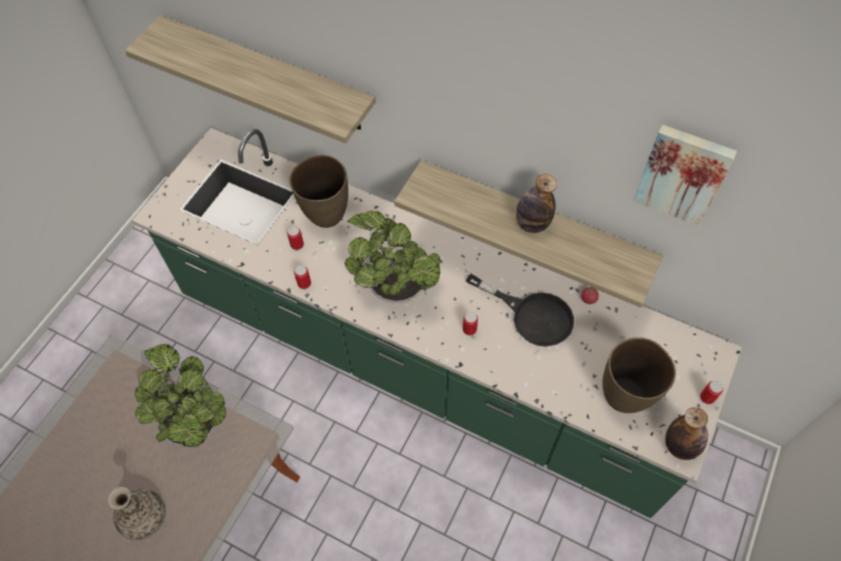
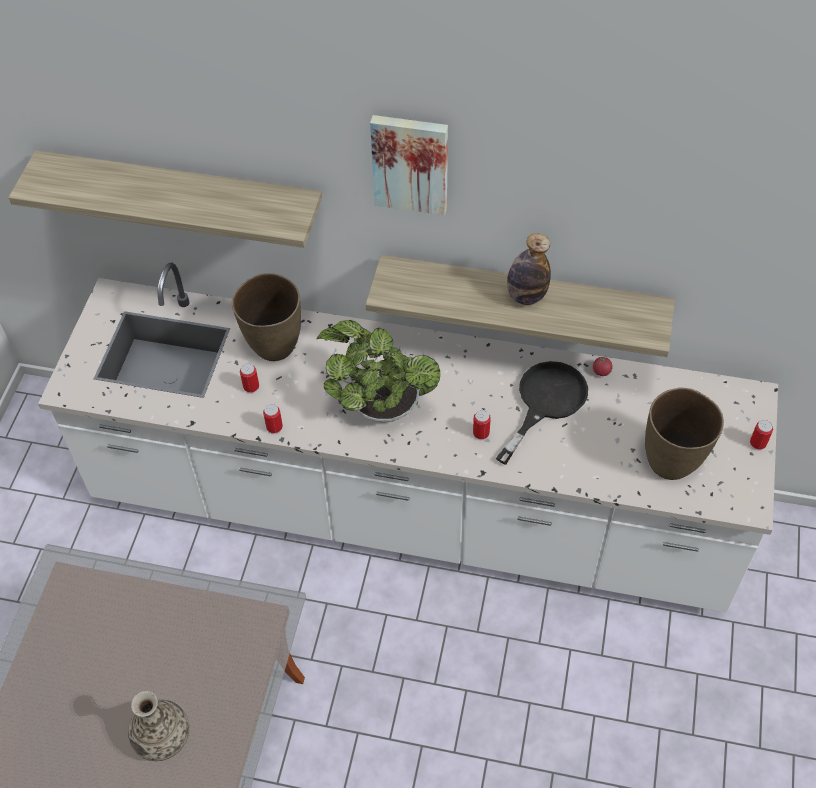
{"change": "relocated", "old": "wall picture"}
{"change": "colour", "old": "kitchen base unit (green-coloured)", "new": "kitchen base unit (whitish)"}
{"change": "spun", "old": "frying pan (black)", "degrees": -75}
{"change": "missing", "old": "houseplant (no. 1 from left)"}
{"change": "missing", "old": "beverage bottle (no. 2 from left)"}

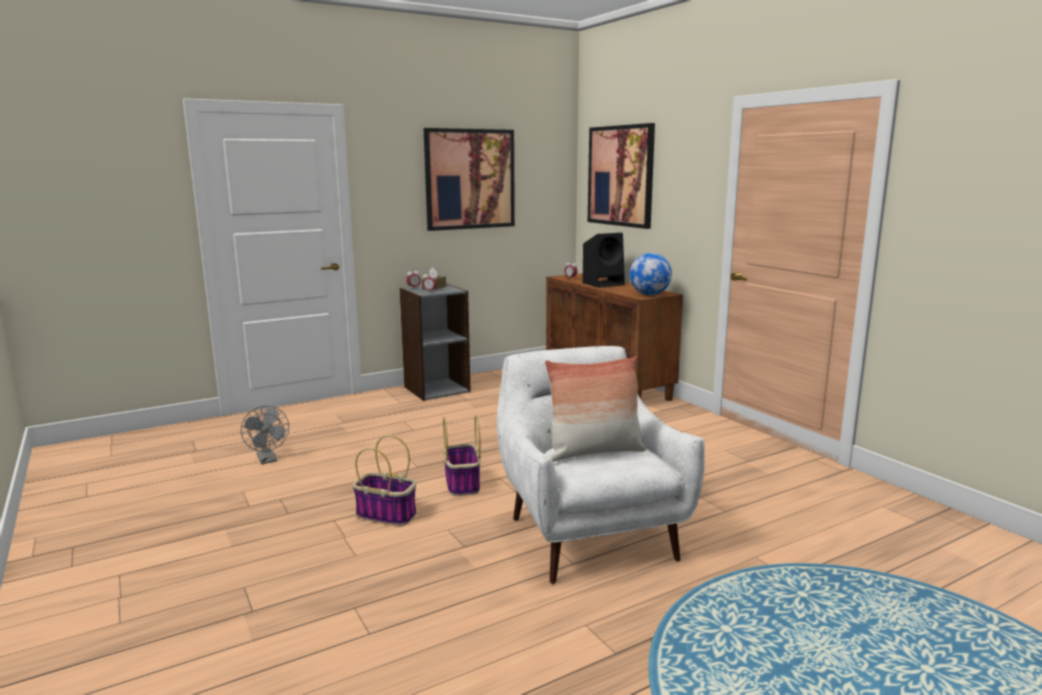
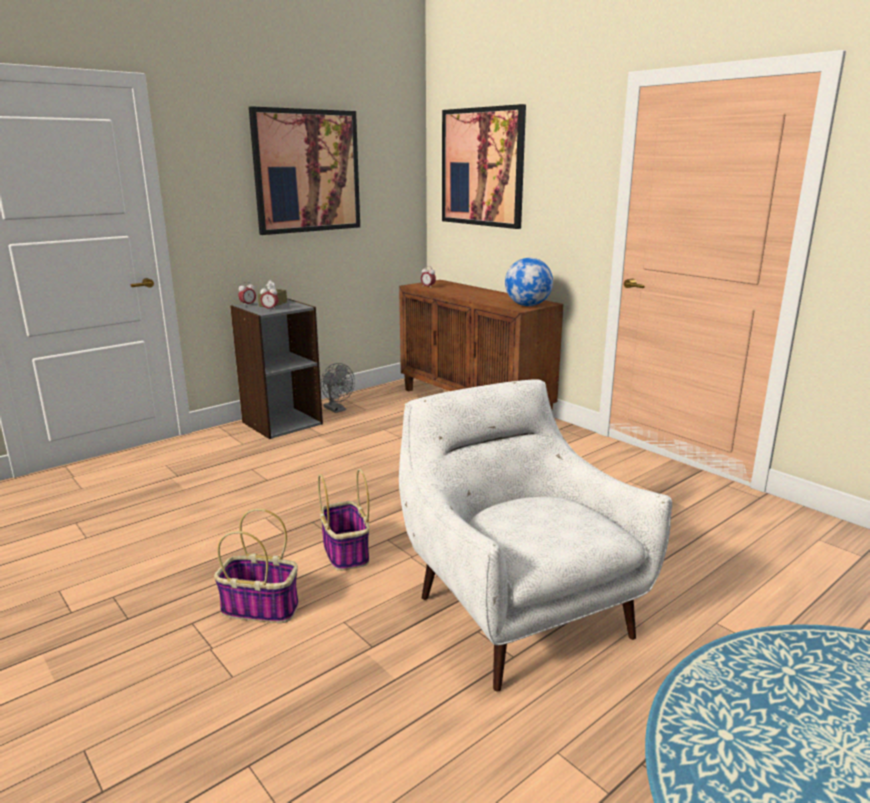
{"change": "missing", "old": "loudspeaker (black)"}
{"change": "missing", "old": "cushion"}
{"change": "relocated", "old": "electric fan (greyish)"}

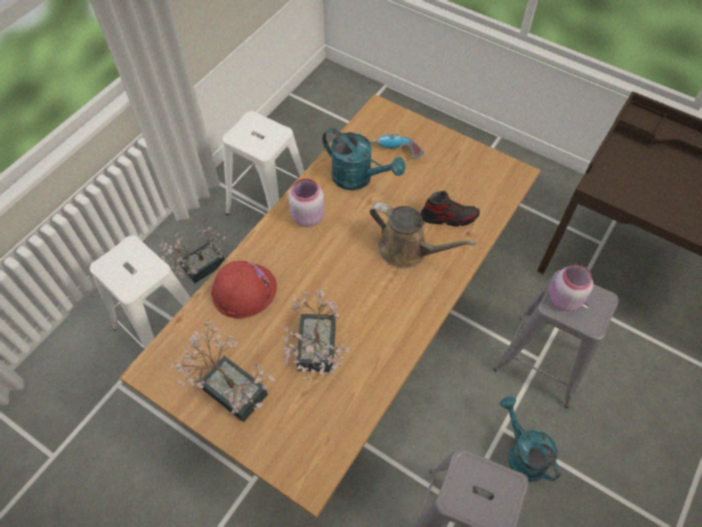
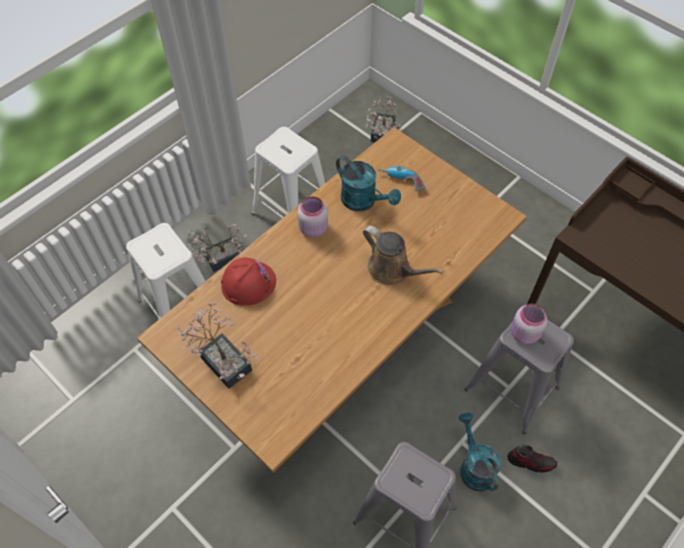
{"change": "relocated", "old": "low shoe"}
{"change": "relocated", "old": "houseplant (no. 3 from left)"}

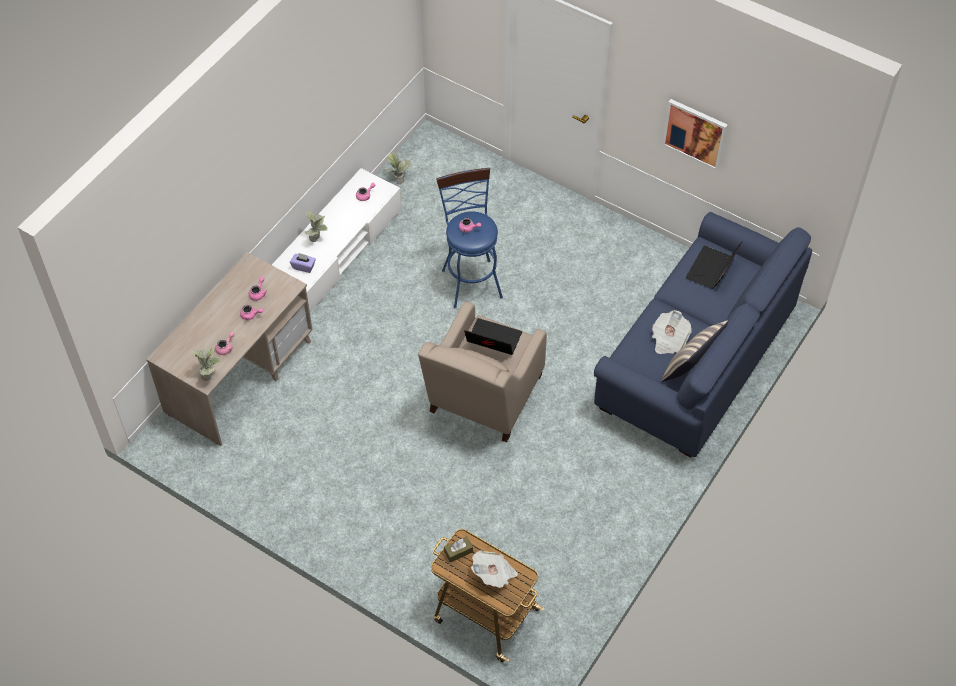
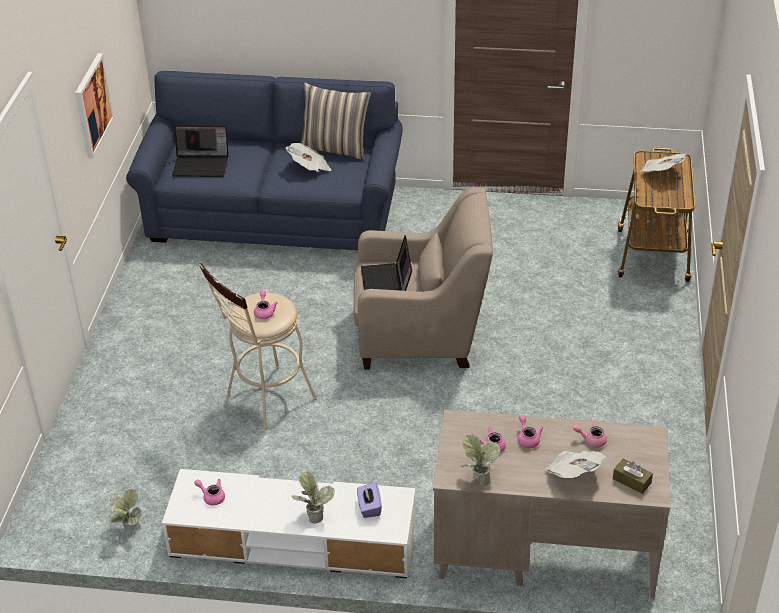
{"change": "colour", "old": "stool (blue)", "new": "stool (beige-coloured)"}
{"change": "relocated", "old": "houseplant (no. 1 from left in the first image)", "new": "houseplant (no. 3 from left)"}
{"change": "relocated", "old": "tissue box (brownish)"}
{"change": "appeared", "new": "printed paper (no. 2 from left)"}

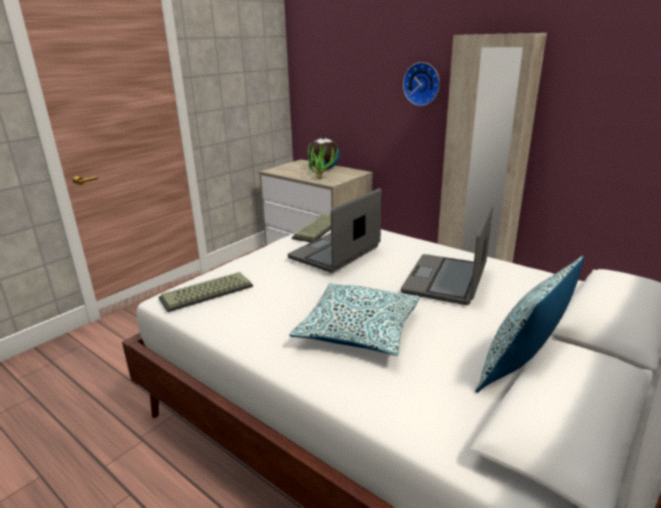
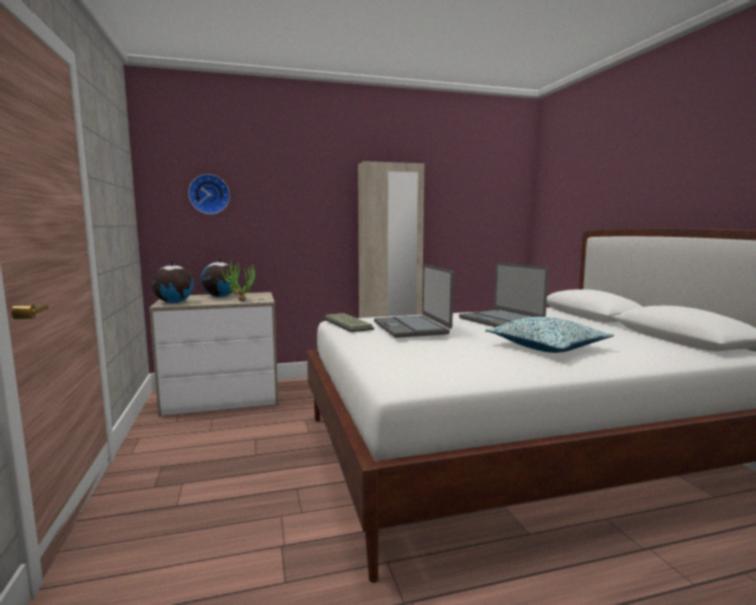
{"change": "relocated", "old": "hanging clock"}
{"change": "missing", "old": "cushion (no. 2 from left)"}
{"change": "missing", "old": "keyboard (no. 1 from left)"}
{"change": "appeared", "new": "globe (no. 1 from left)"}

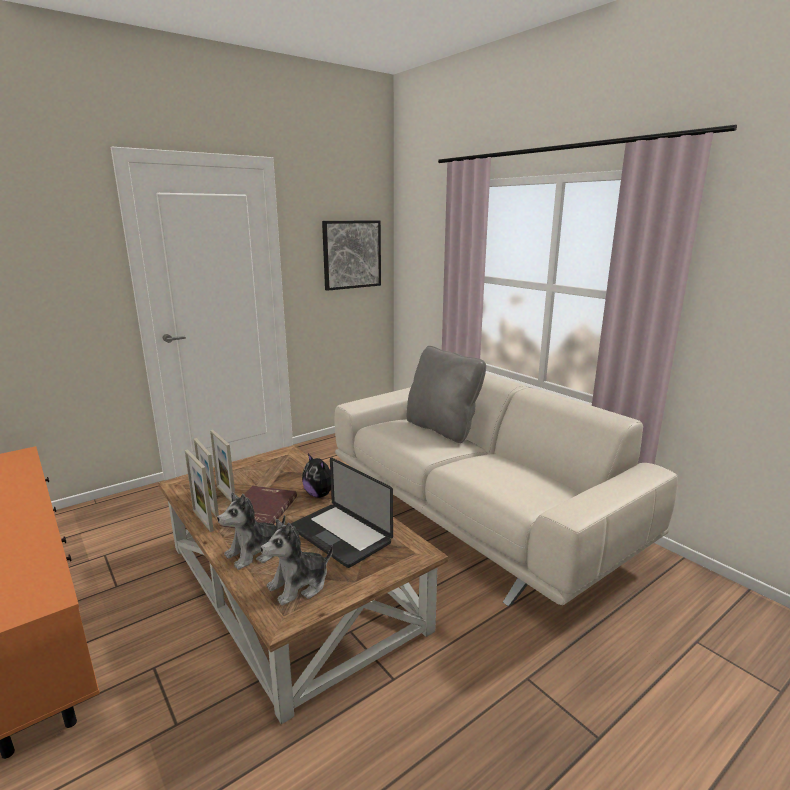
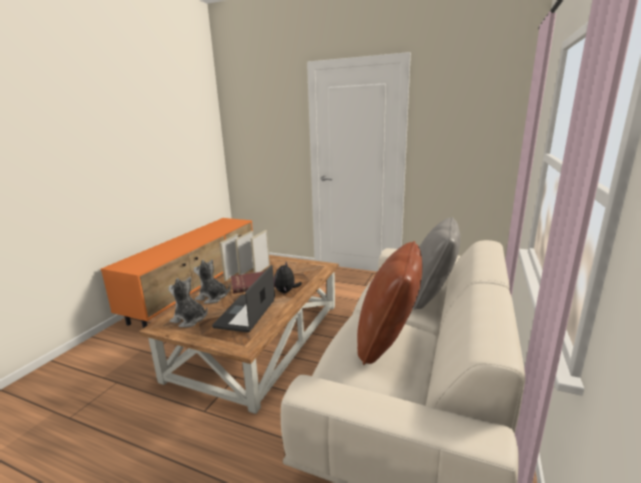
{"change": "missing", "old": "wall picture"}
{"change": "appeared", "new": "cushion (brownish)"}

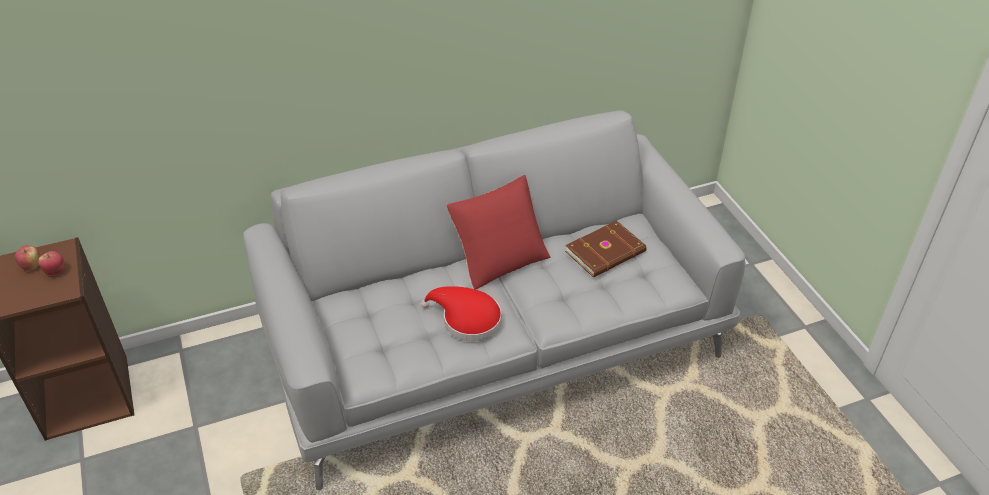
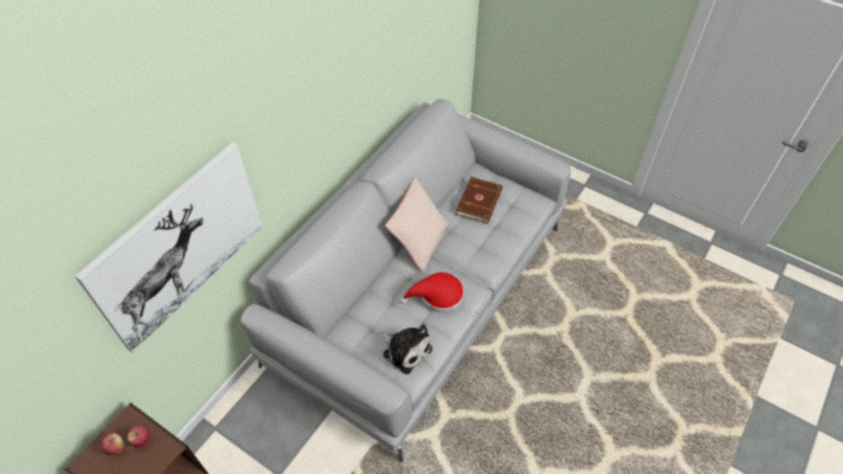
{"change": "colour", "old": "cushion (reddish)", "new": "cushion (beige-coloured)"}
{"change": "appeared", "new": "wall picture"}
{"change": "appeared", "new": "cuddly toy"}

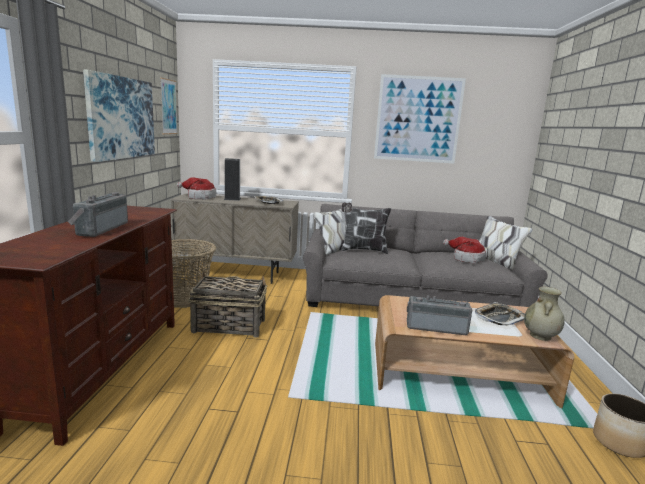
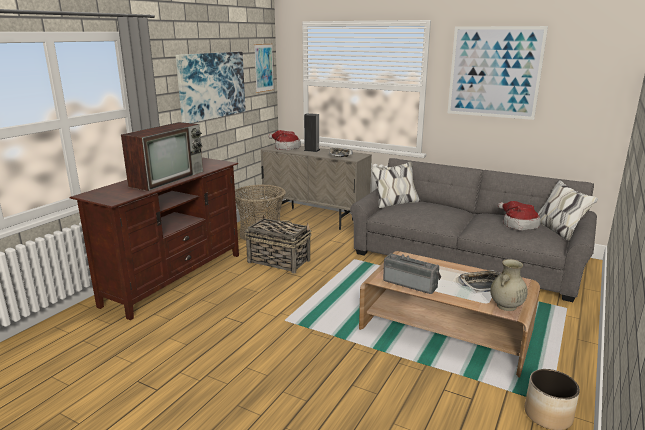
{"change": "exchanged", "old": "radio receiver (no. 1 from left)", "new": "television"}
{"change": "missing", "old": "cushion"}

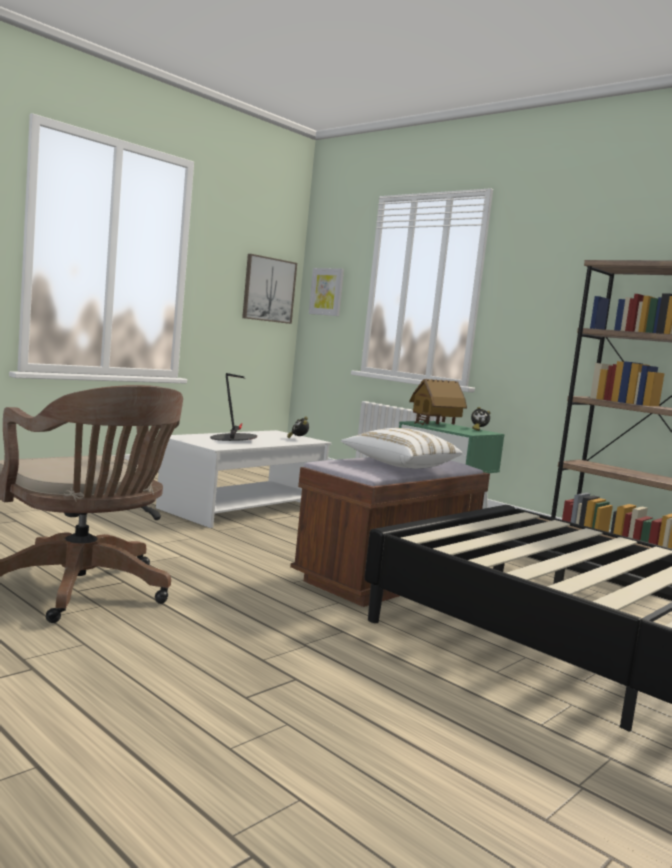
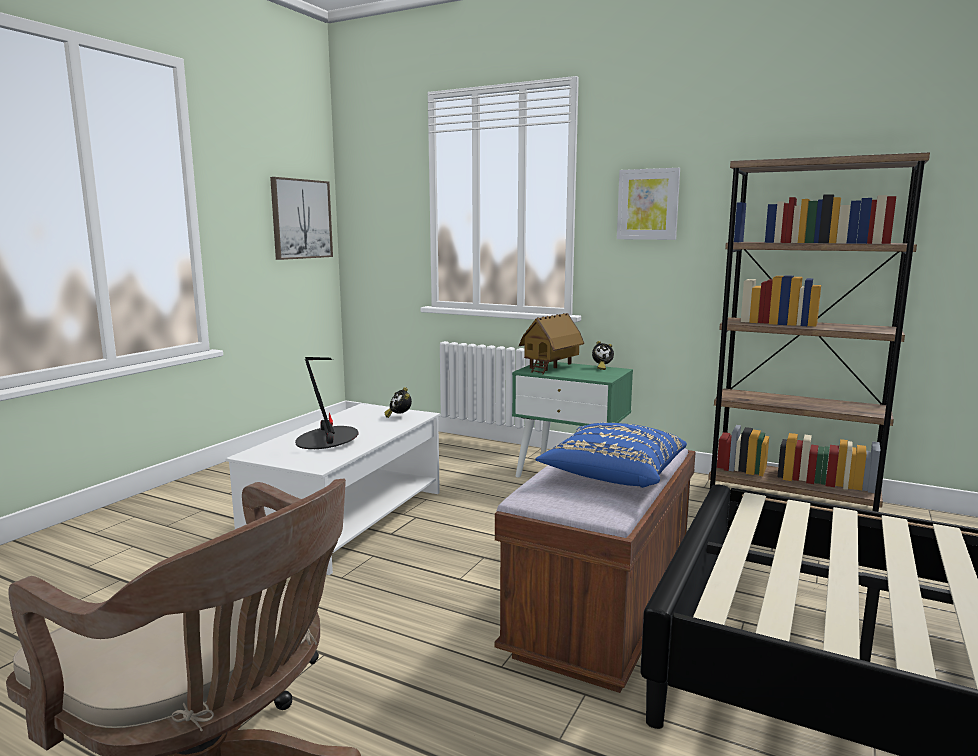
{"change": "relocated", "old": "wall picture (no. 2 from left)"}
{"change": "colour", "old": "cushion (whitish)", "new": "cushion (blue)"}

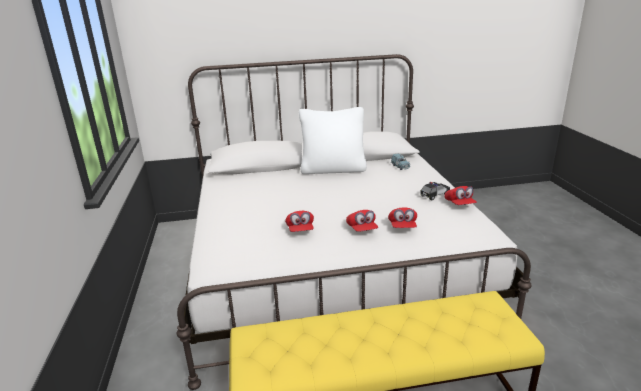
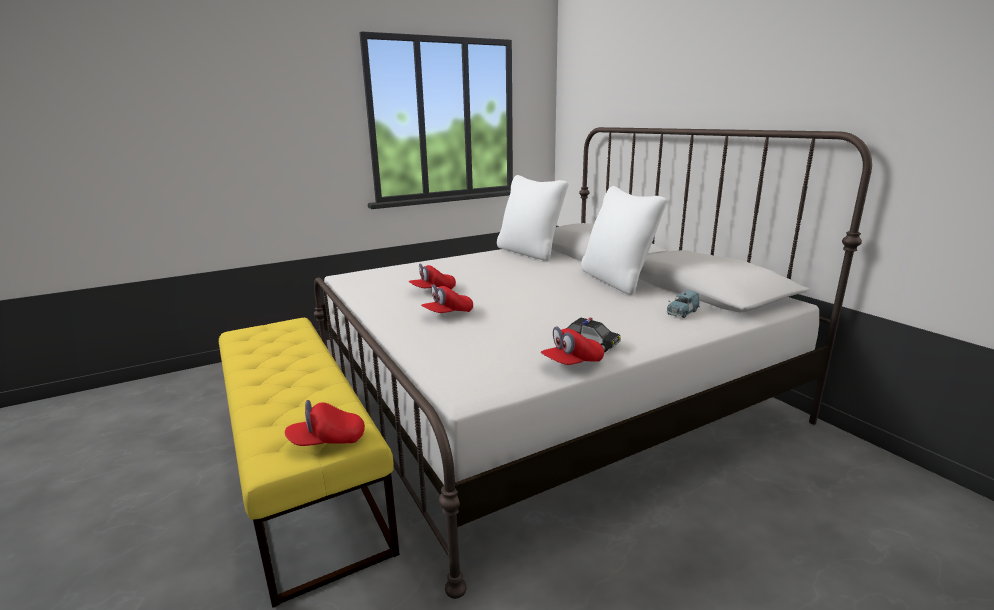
{"change": "relocated", "old": "baseball cap (reddish) (no. 3 from left in the first image)", "new": "baseball cap (reddish) (no. 1 from left)"}
{"change": "appeared", "new": "cushion (whitish) (no. 1 from left)"}

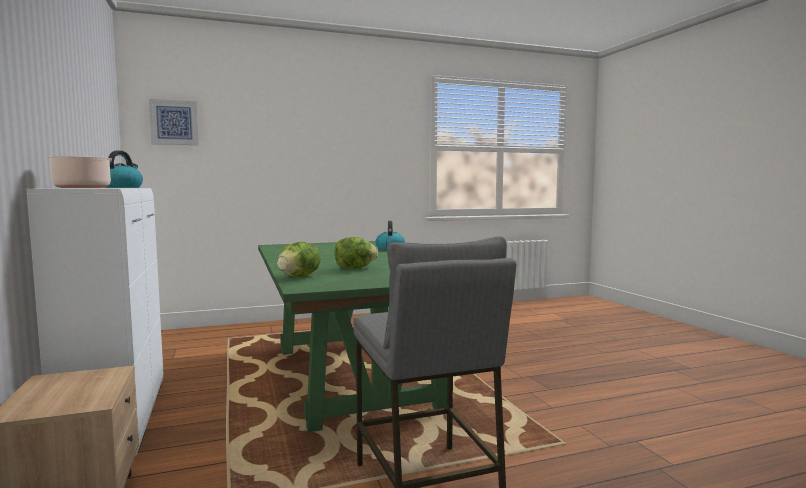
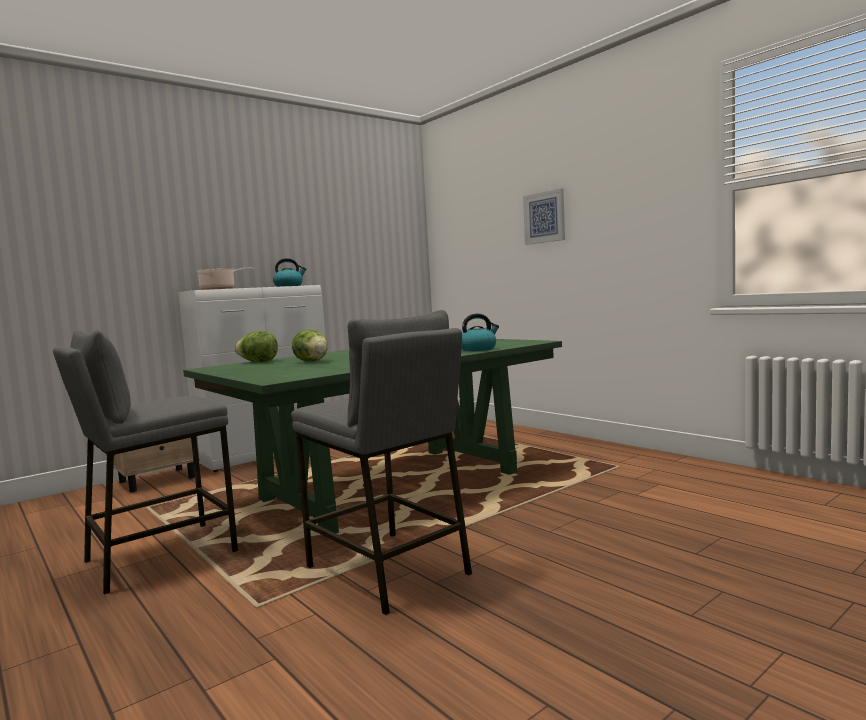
{"change": "relocated", "old": "wall picture"}
{"change": "appeared", "new": "stool (greyish) (no. 2 from left)"}

